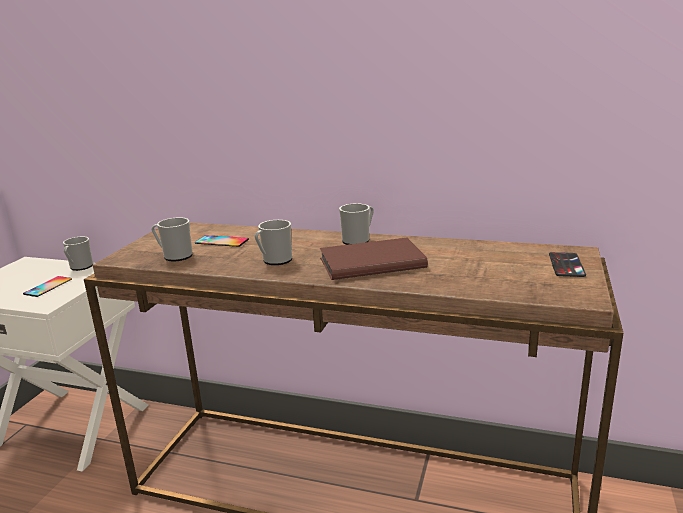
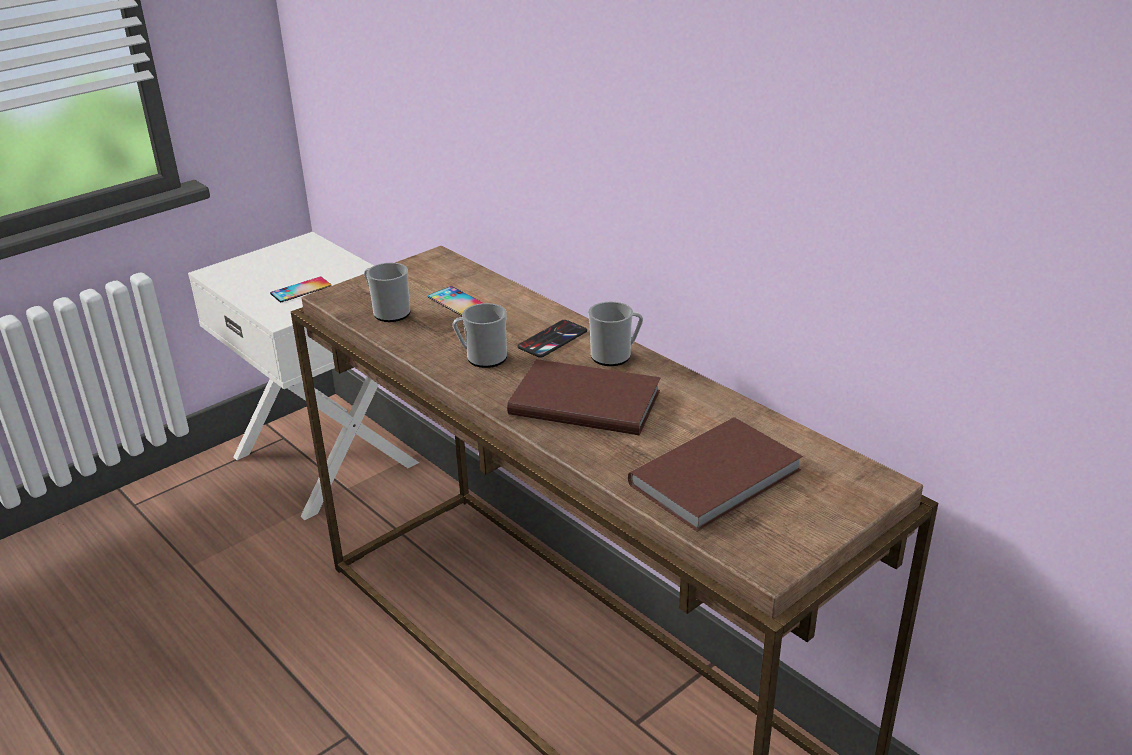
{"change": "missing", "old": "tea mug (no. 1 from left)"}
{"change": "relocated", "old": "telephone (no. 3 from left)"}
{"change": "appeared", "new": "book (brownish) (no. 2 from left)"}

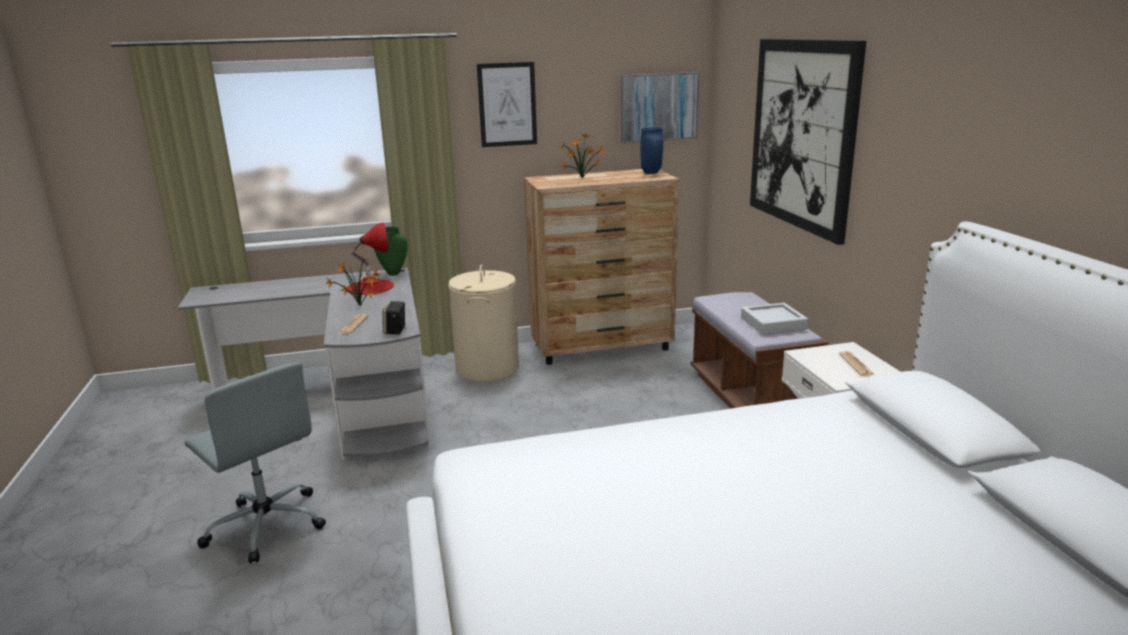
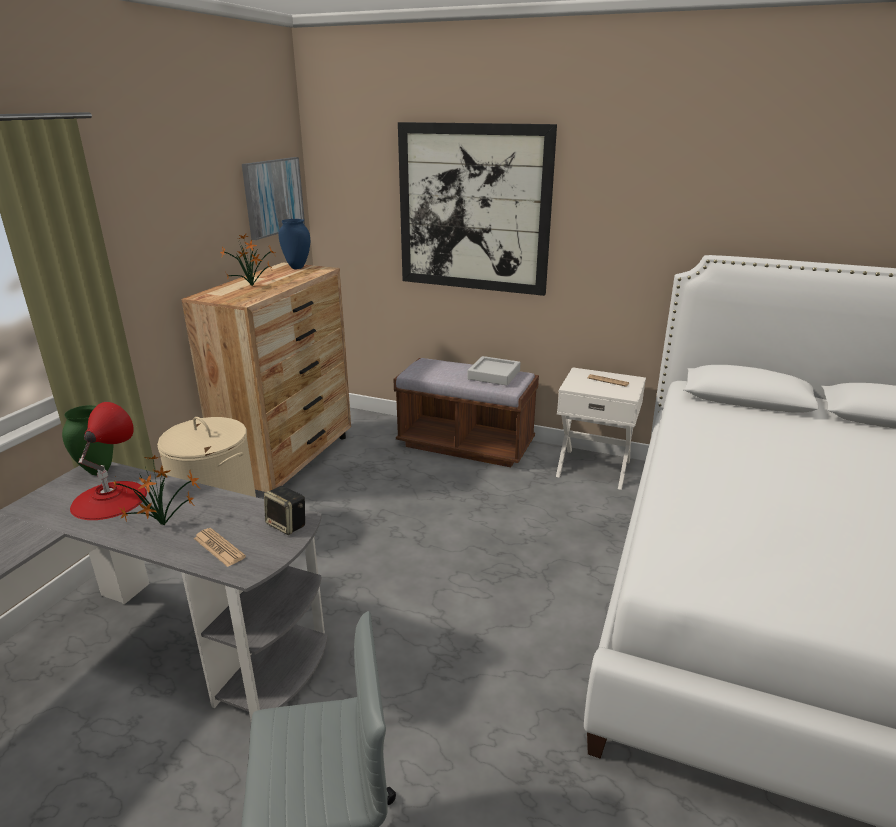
{"change": "missing", "old": "wall picture (no. 1 from left)"}

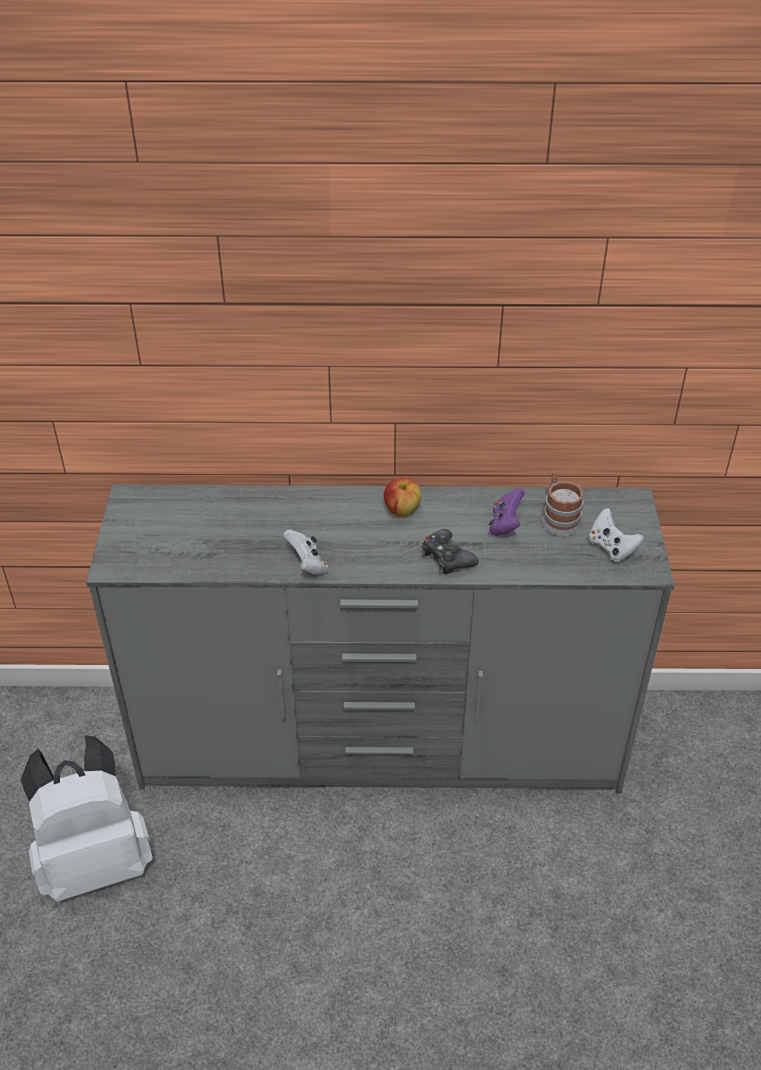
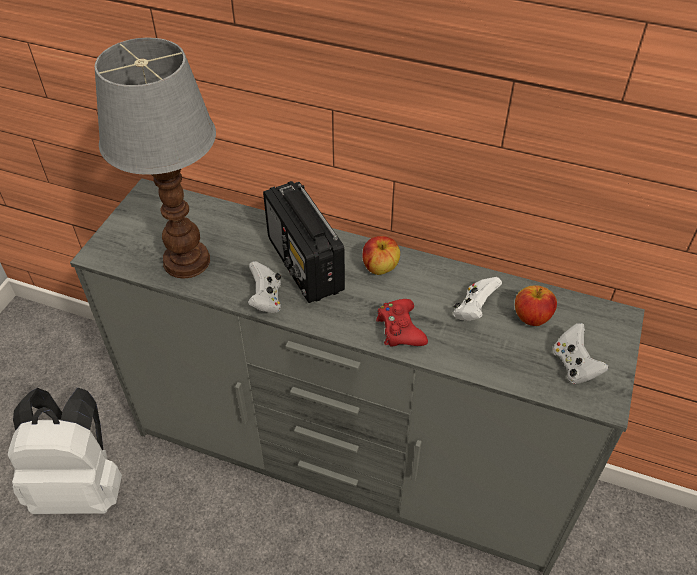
{"change": "exchanged", "old": "tea mug", "new": "whole apple (no. 2 from left)"}
{"change": "colour", "old": "joypad (purple)", "new": "joypad (whitish) (no. 2 from left)"}
{"change": "colour", "old": "joypad (black)", "new": "joypad (reddish)"}
{"change": "appeared", "new": "tabletop lamp"}
{"change": "appeared", "new": "radio receiver"}

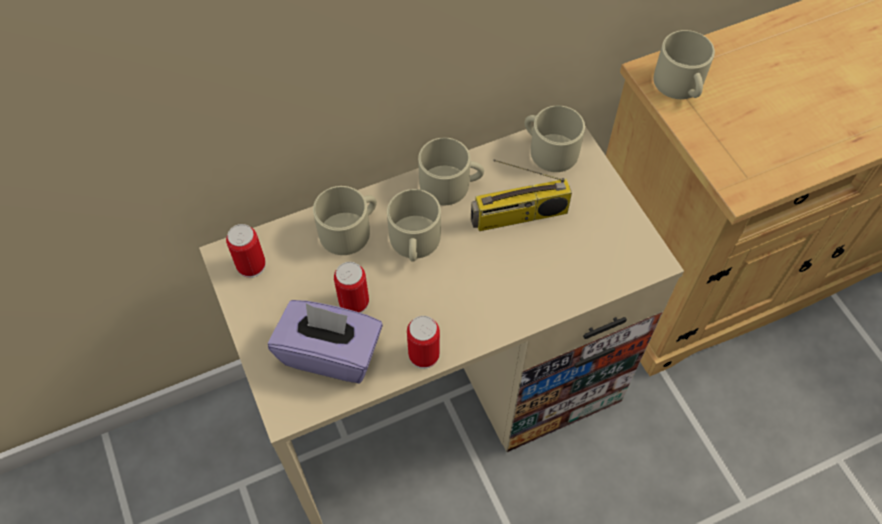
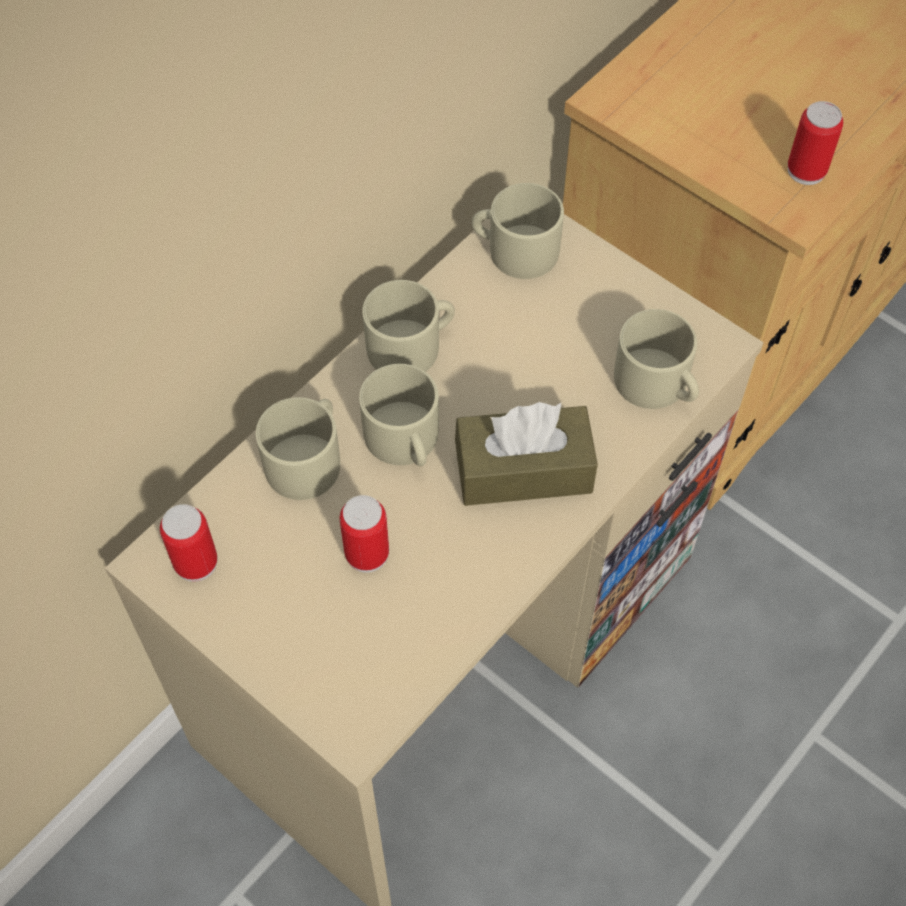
{"change": "relocated", "old": "tea mug (beige-coloured) (no. 5 from left)"}
{"change": "missing", "old": "radio receiver"}
{"change": "missing", "old": "tissue box (purple)"}
{"change": "relocated", "old": "metal can (no. 3 from left)"}
{"change": "appeared", "new": "tissue box (brownish)"}

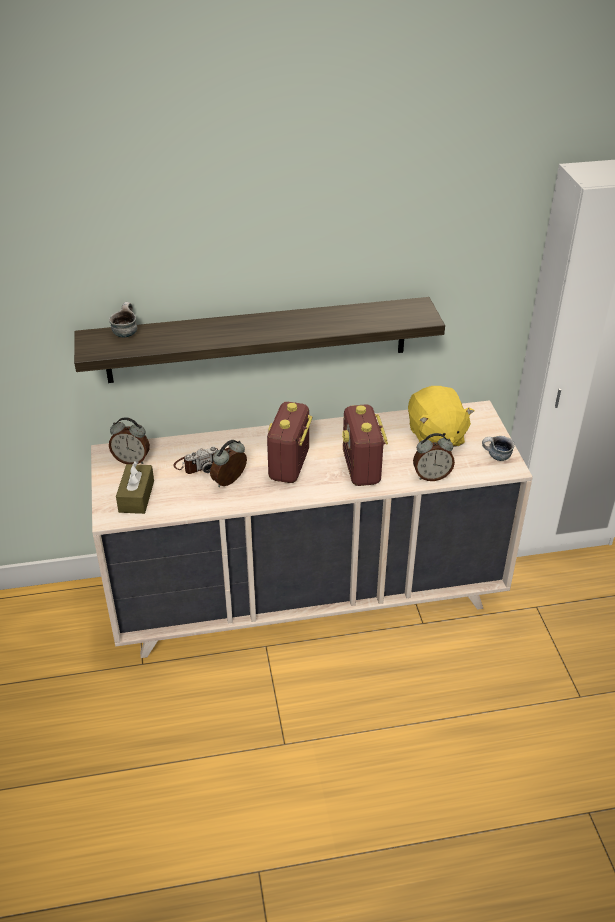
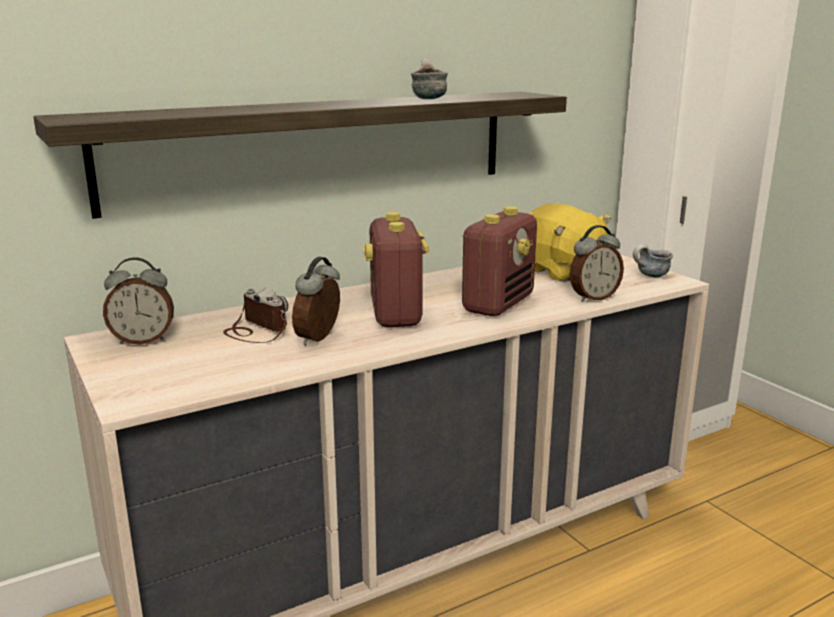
{"change": "relocated", "old": "tea mug (no. 1 from left)"}
{"change": "spun", "old": "radio receiver (no. 2 from left)", "degrees": -120}
{"change": "spun", "old": "photo camera", "degrees": -90}
{"change": "missing", "old": "tissue box (brownish)"}

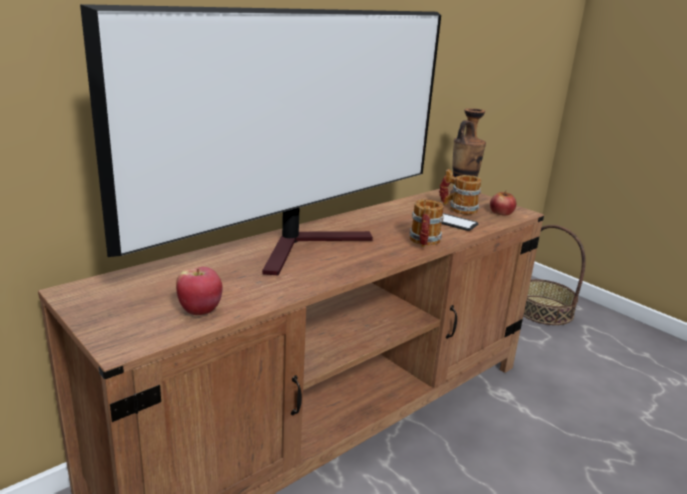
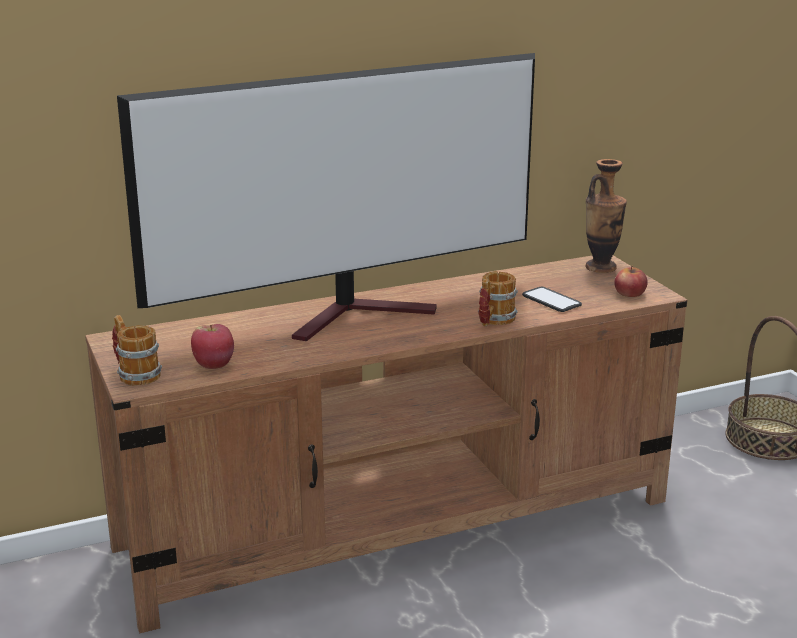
{"change": "relocated", "old": "tea mug (no. 2 from left in the first image)", "new": "tea mug (no. 1 from left)"}

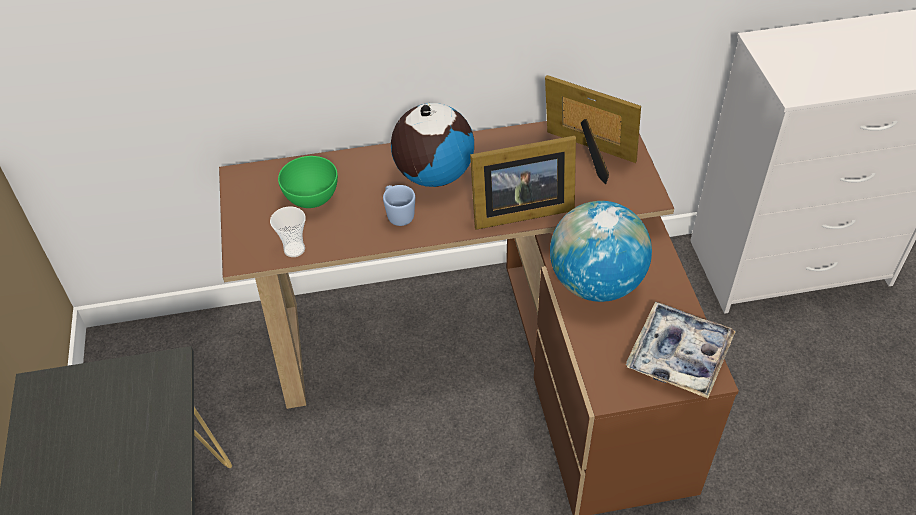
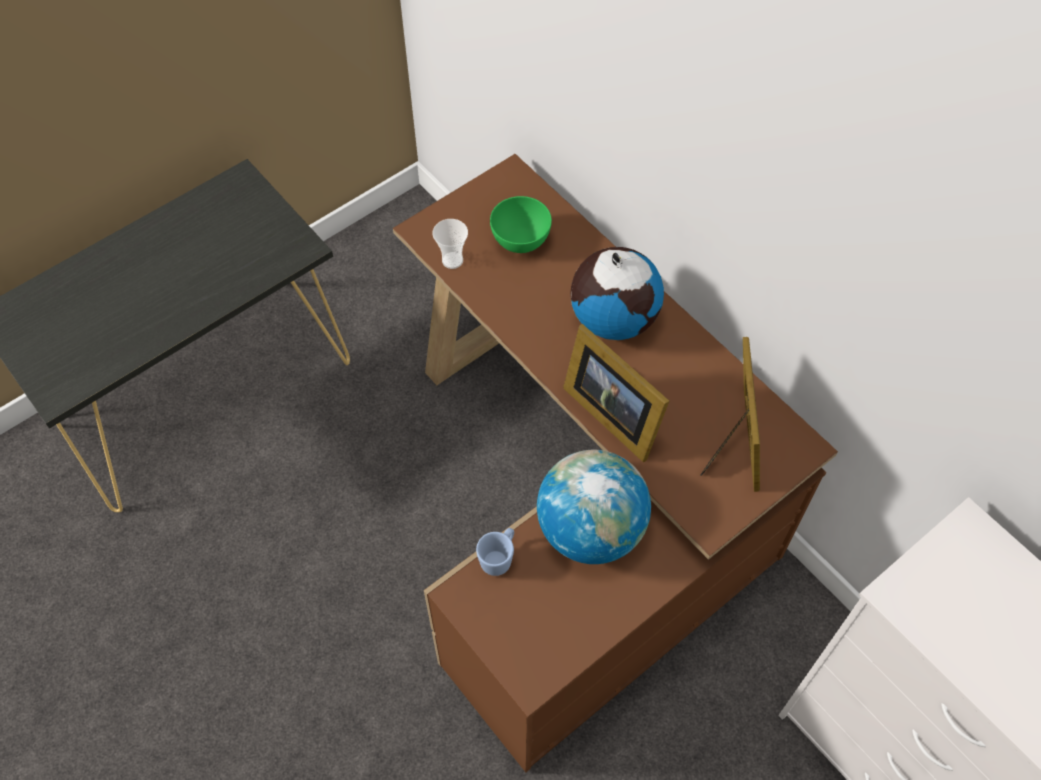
{"change": "relocated", "old": "tea mug (blue)"}
{"change": "missing", "old": "tray"}

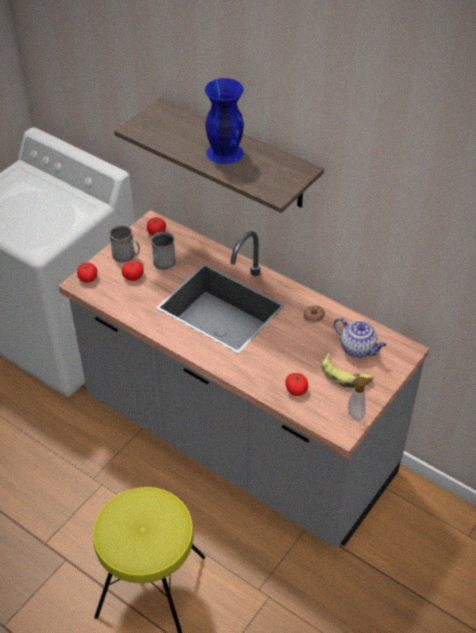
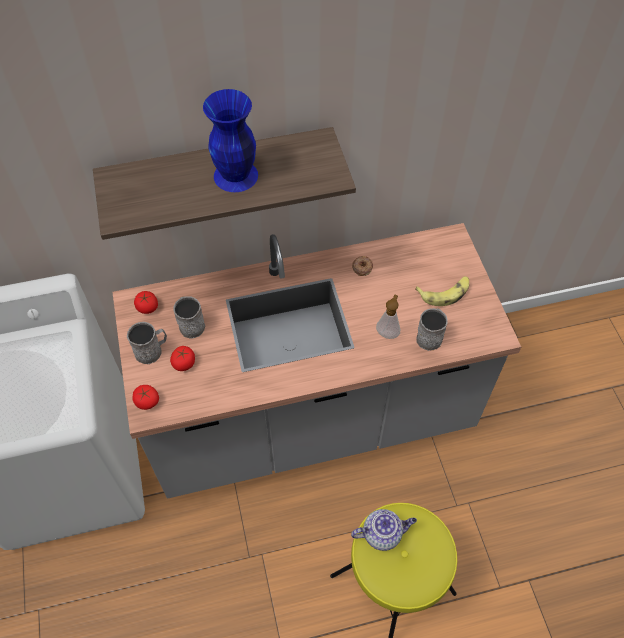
{"change": "relocated", "old": "pot for tea"}
{"change": "exchanged", "old": "whole tomato (no. 4 from left)", "new": "tea mug (greyish) (no. 3 from left)"}
{"change": "relocated", "old": "soap dispenser"}

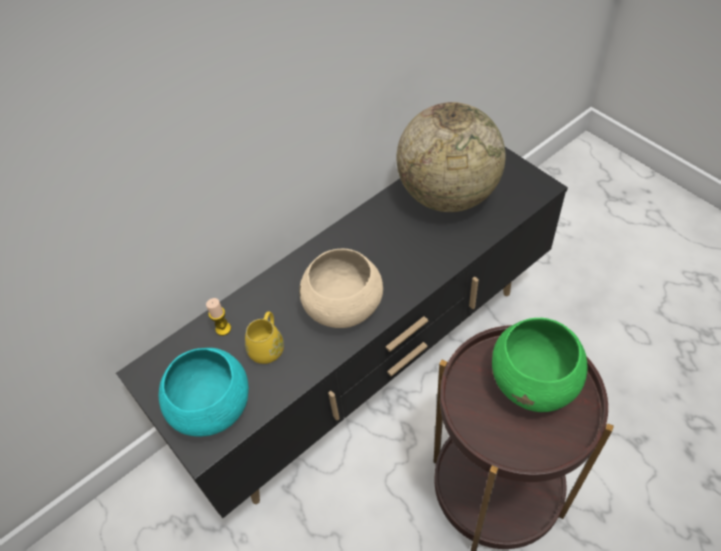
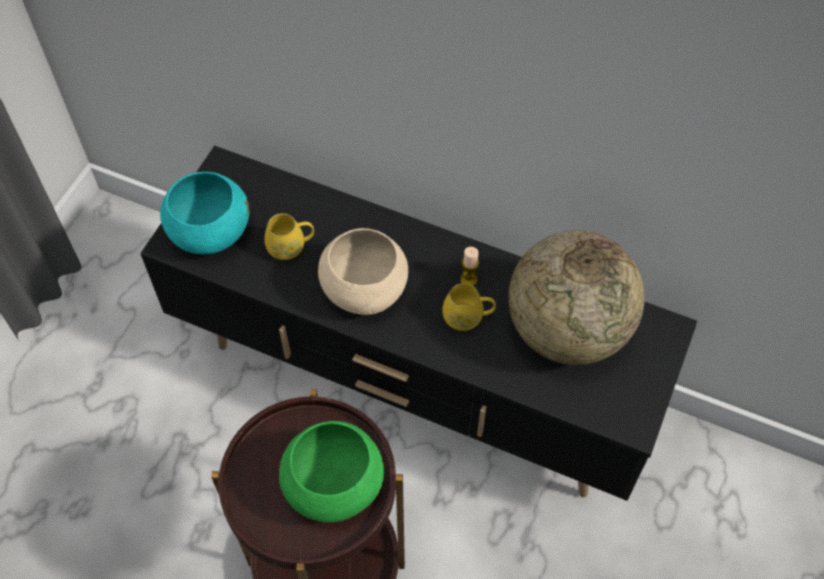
{"change": "relocated", "old": "candle"}
{"change": "appeared", "new": "tea mug (yellow) (no. 2 from left)"}

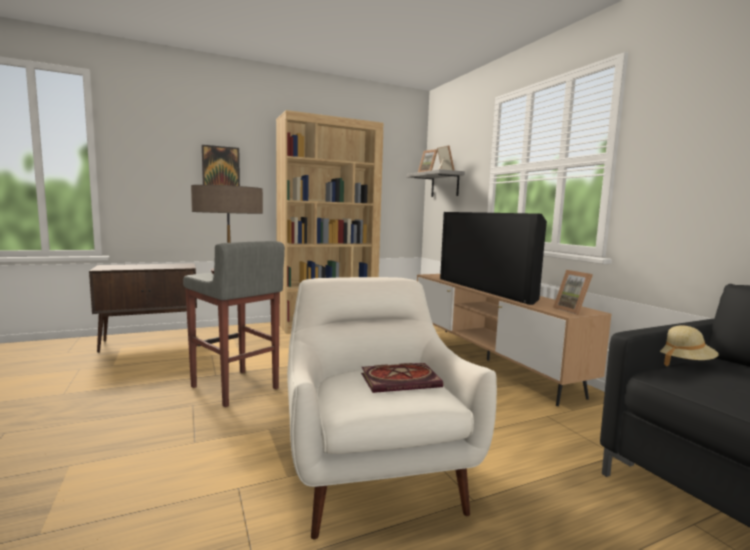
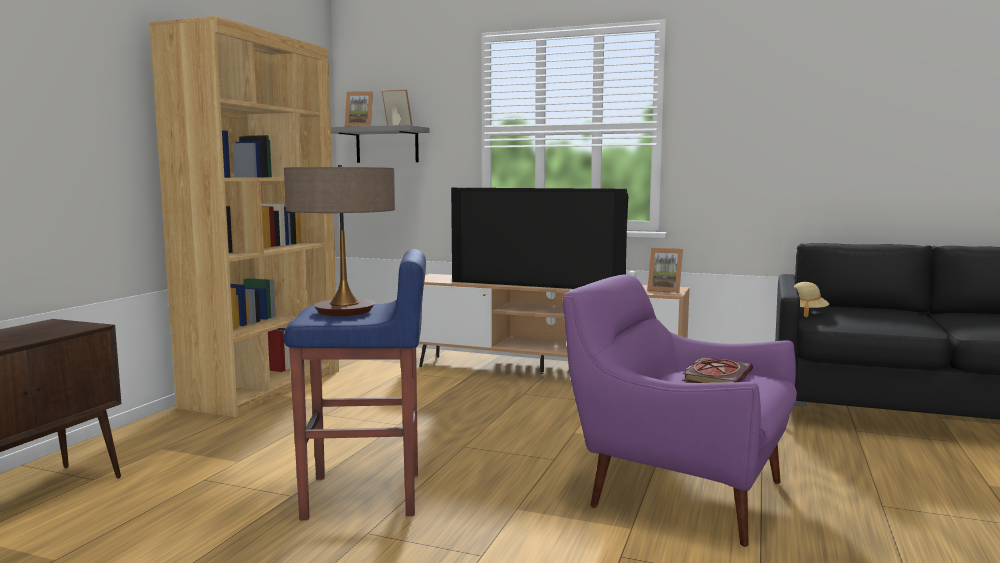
{"change": "missing", "old": "wall picture"}
{"change": "colour", "old": "stool (greyish)", "new": "stool (blue)"}
{"change": "colour", "old": "lounge chair (whitish)", "new": "lounge chair (purple)"}

